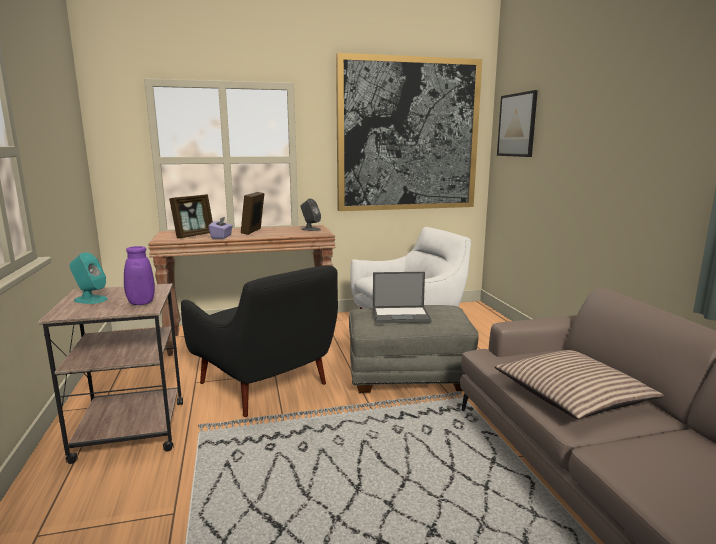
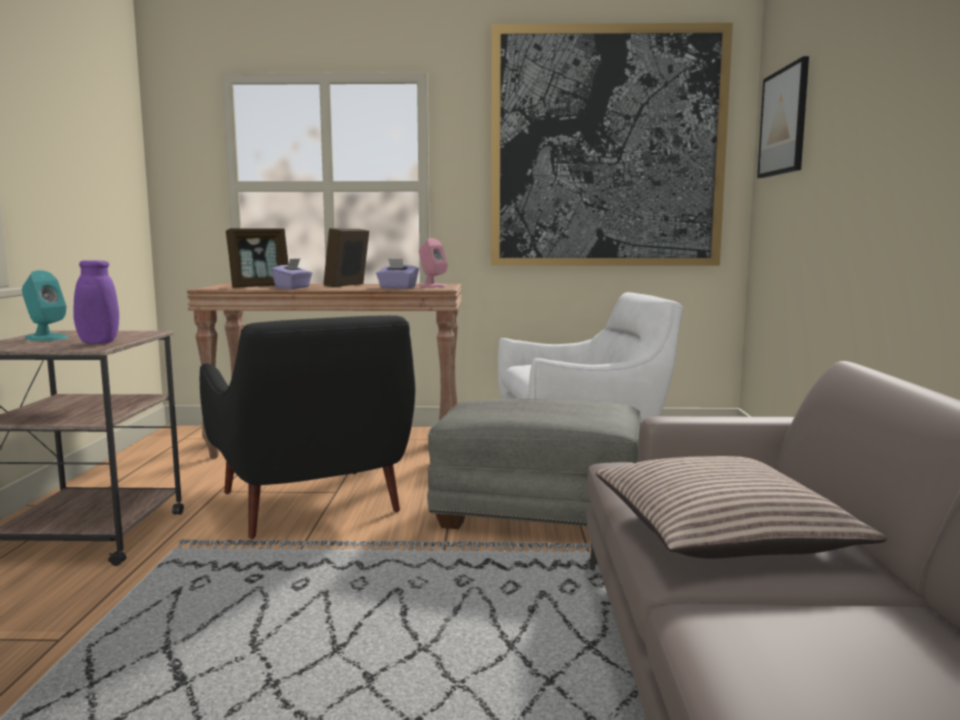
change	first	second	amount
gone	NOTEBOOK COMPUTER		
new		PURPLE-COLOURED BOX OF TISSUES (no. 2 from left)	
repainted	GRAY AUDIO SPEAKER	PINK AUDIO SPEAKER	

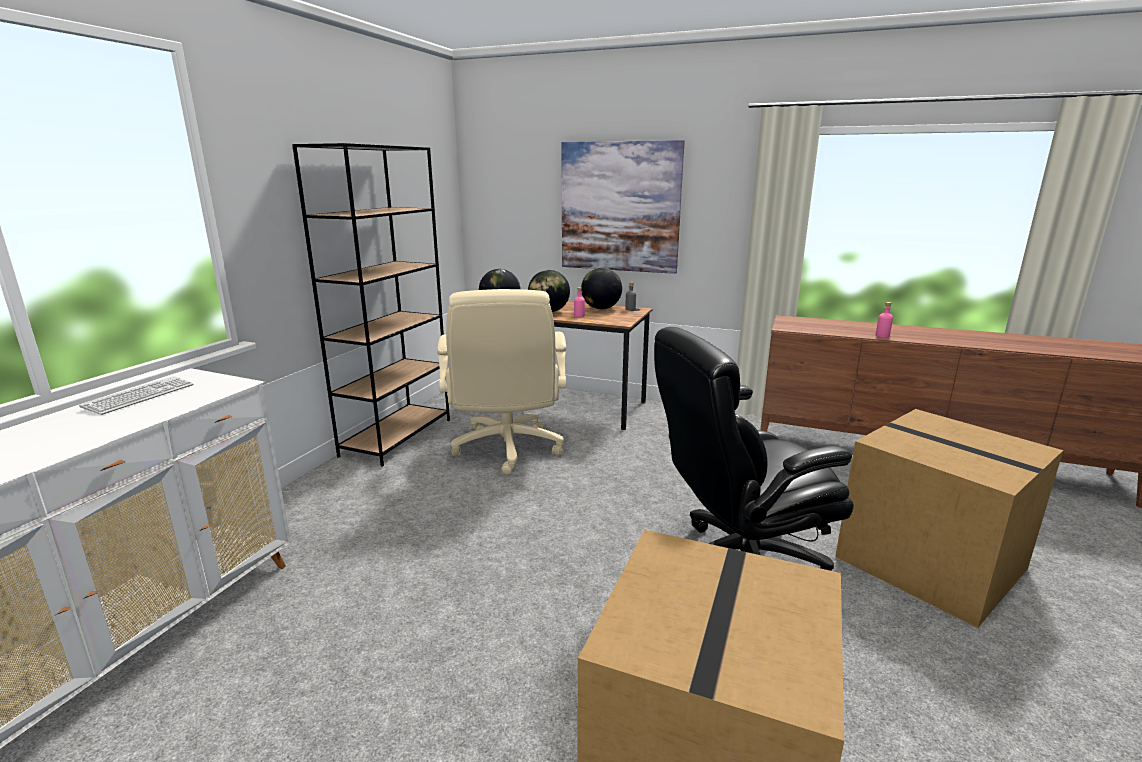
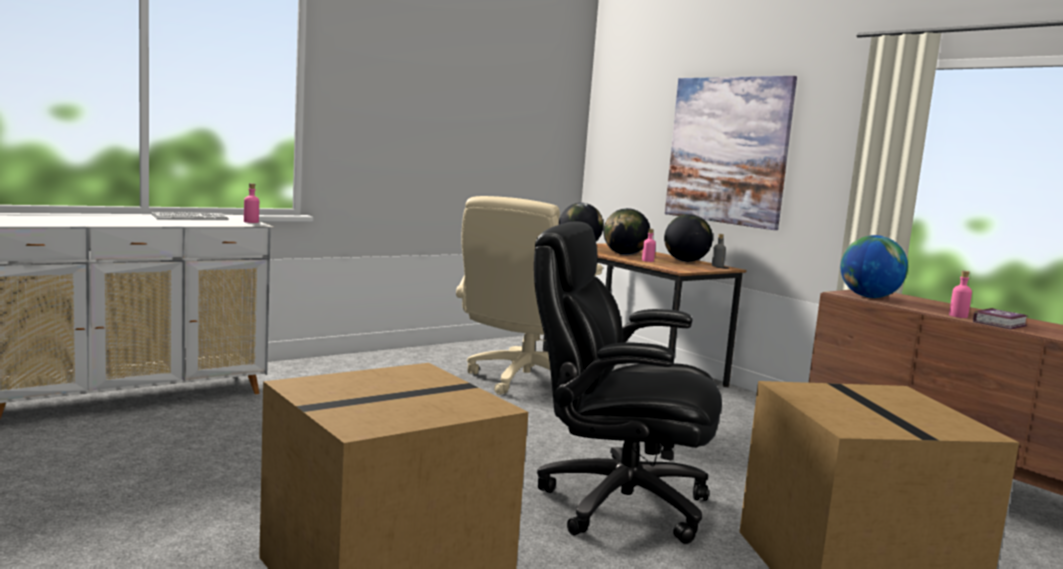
change	first	second	amount
gone	SAND-COLOURED SHELVING UNIT		
new		PINK BEVERAGE BOTTLE (no. 1 from left)	
new		WORLD GLOBE (no. 4 from left)	
new		VOLUME	

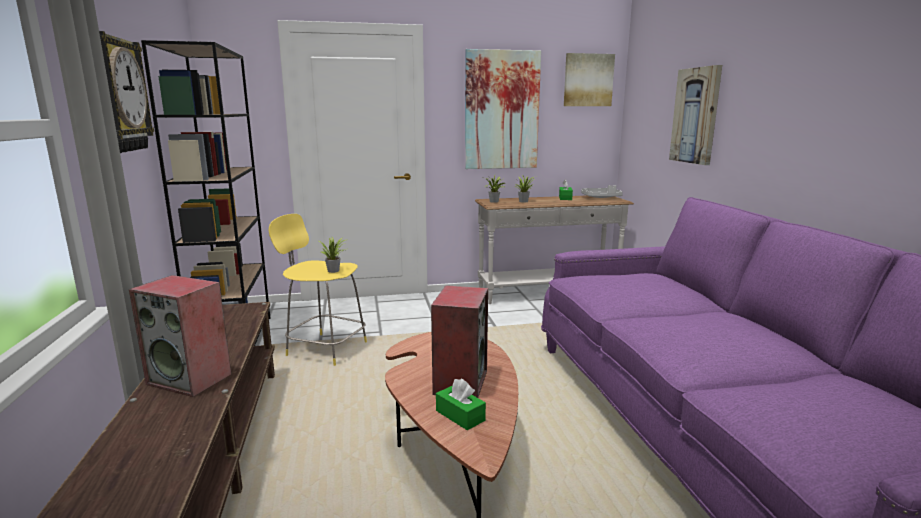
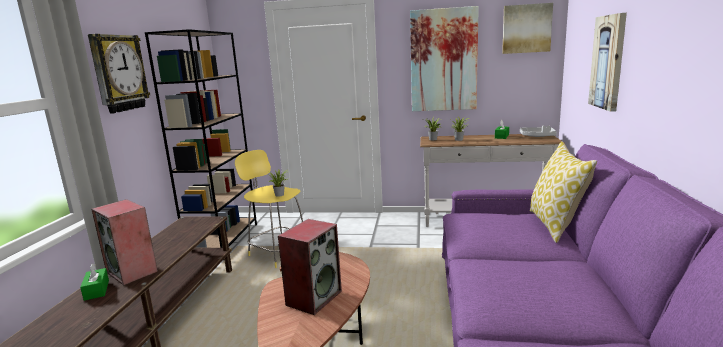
change	first	second	amount
new		CUSHION	
shifted	GREEN BOX OF TISSUES (no. 1 from left)		

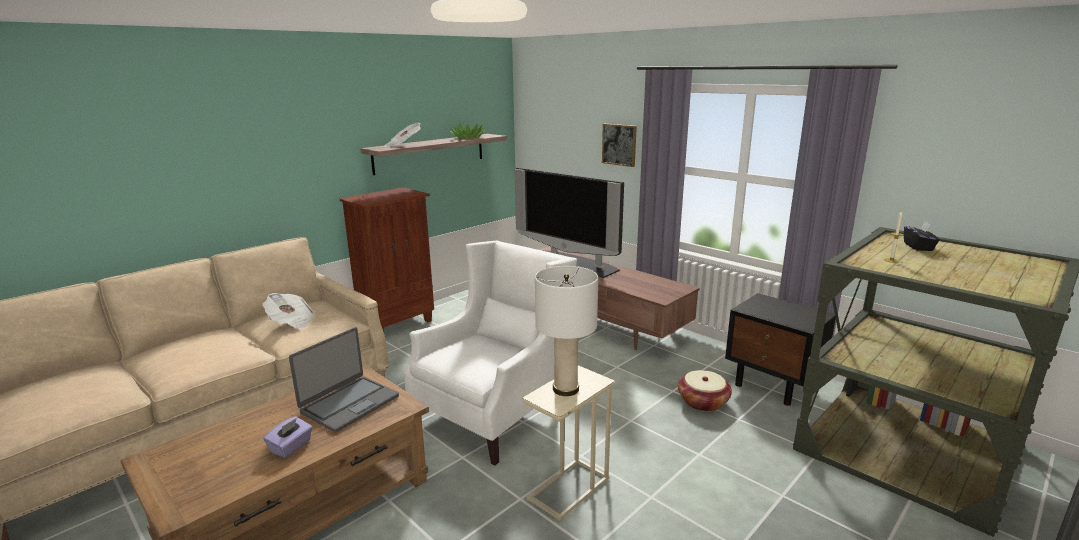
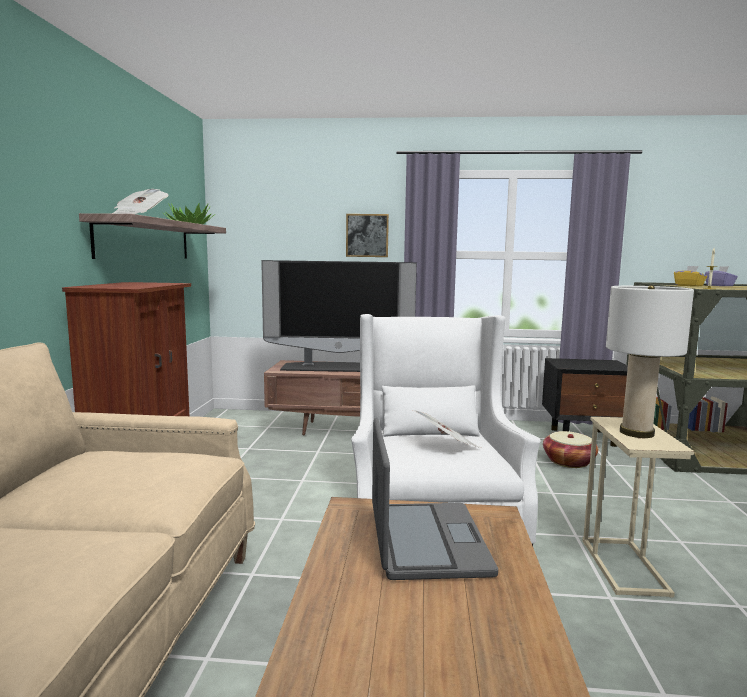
change	first	second	amount
shifted	PRINTED PAPER (no. 1 from left in the first image)	PRINTED PAPER (no. 2 from left)	
shifted	PURPLE-COLOURED BOX OF TISSUES		
repainted	BLACK BOX OF TISSUES	YELLOW BOX OF TISSUES	

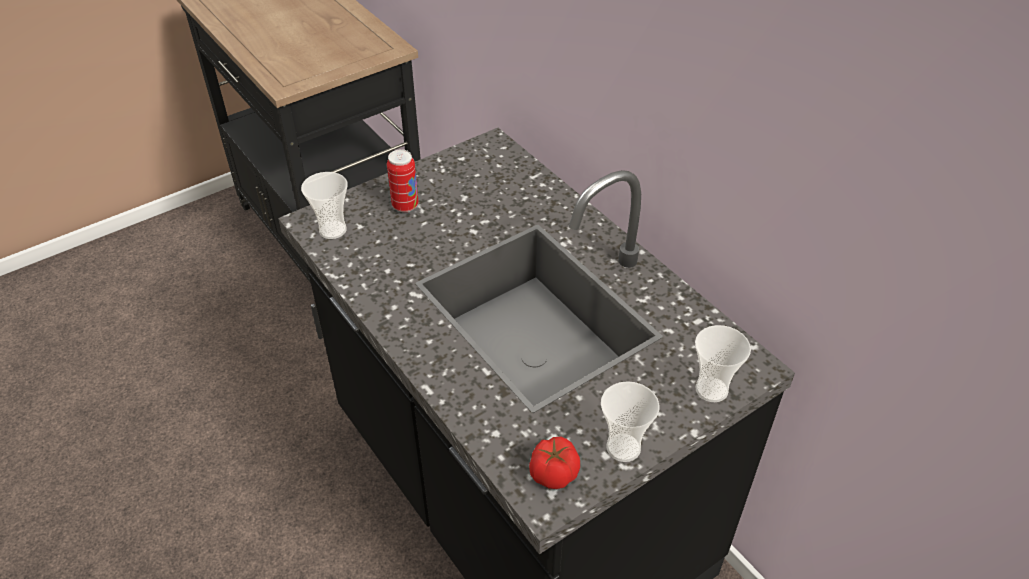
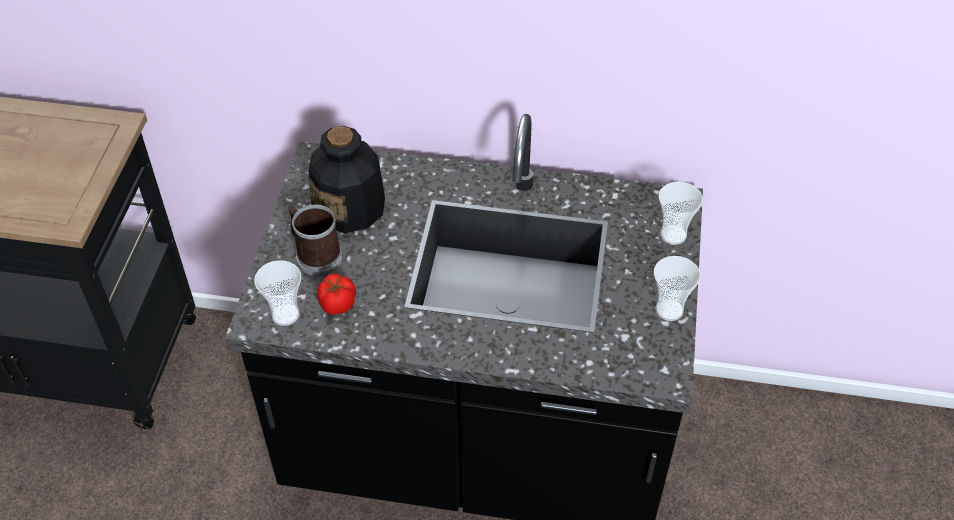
change	first	second	amount
new		BEVERAGE BOTTLE	
shifted	WHOLE TOMATO		
swapped	CAN	COFFEE MUG	

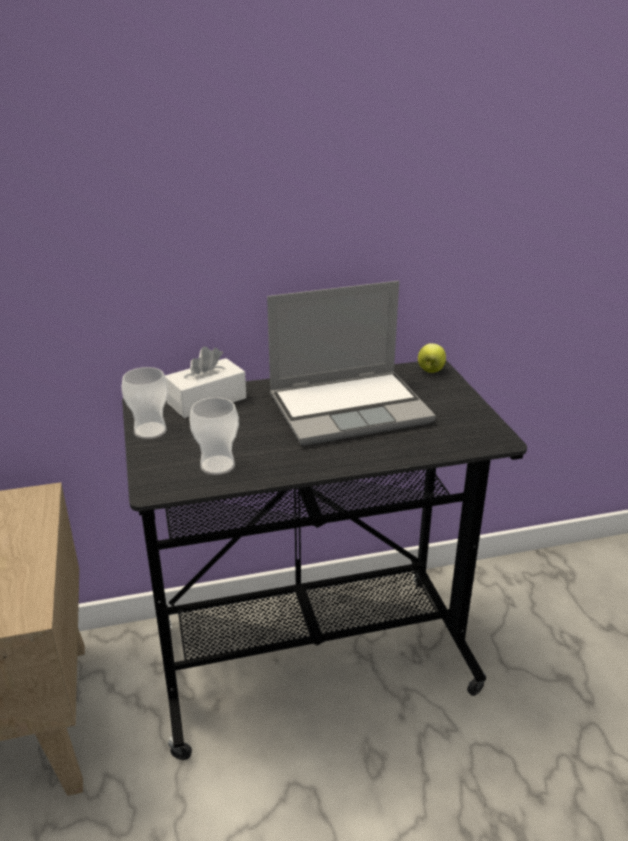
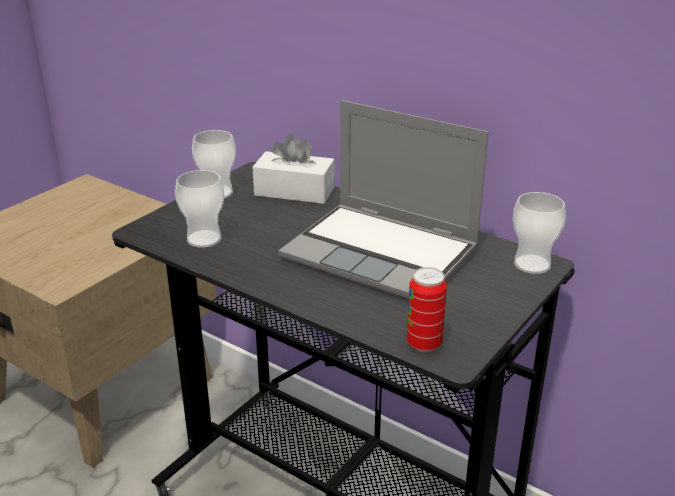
change	first	second	amount
new		CAN	
swapped	APPLE FRUIT	SMALL CUP (no. 3 from left)	

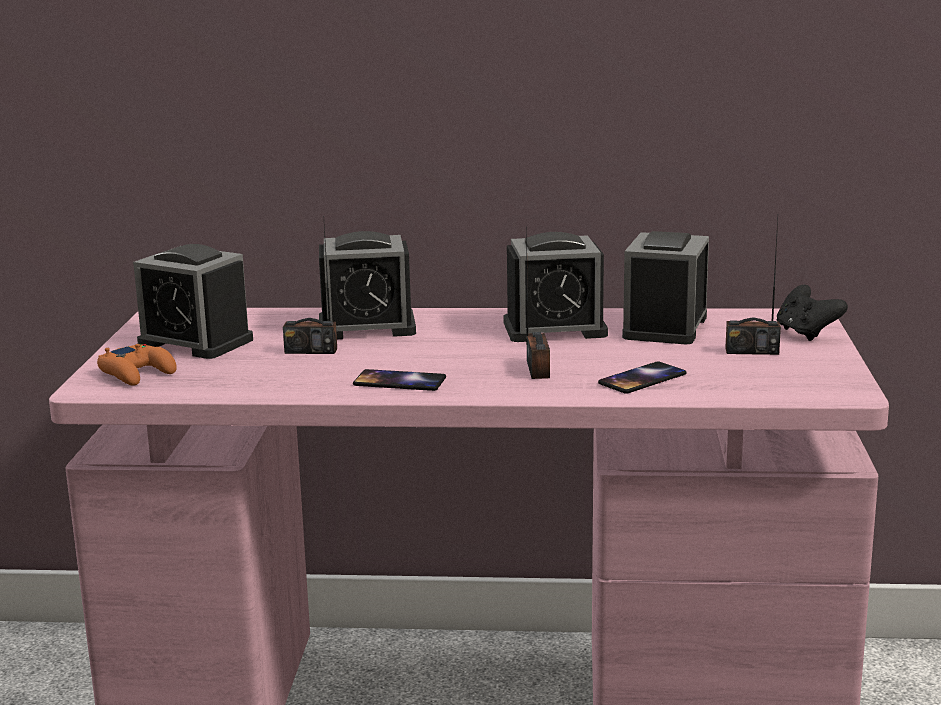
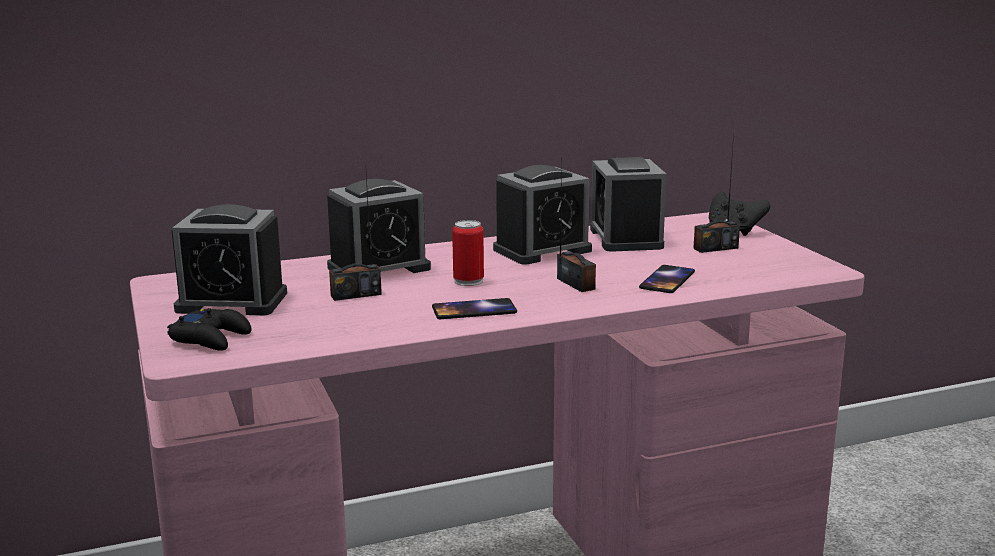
change	first	second	amount
new		CAN	
repainted	ORANGE-COLOURED JOYPAD	BLACK JOYPAD (no. 1 from left)	

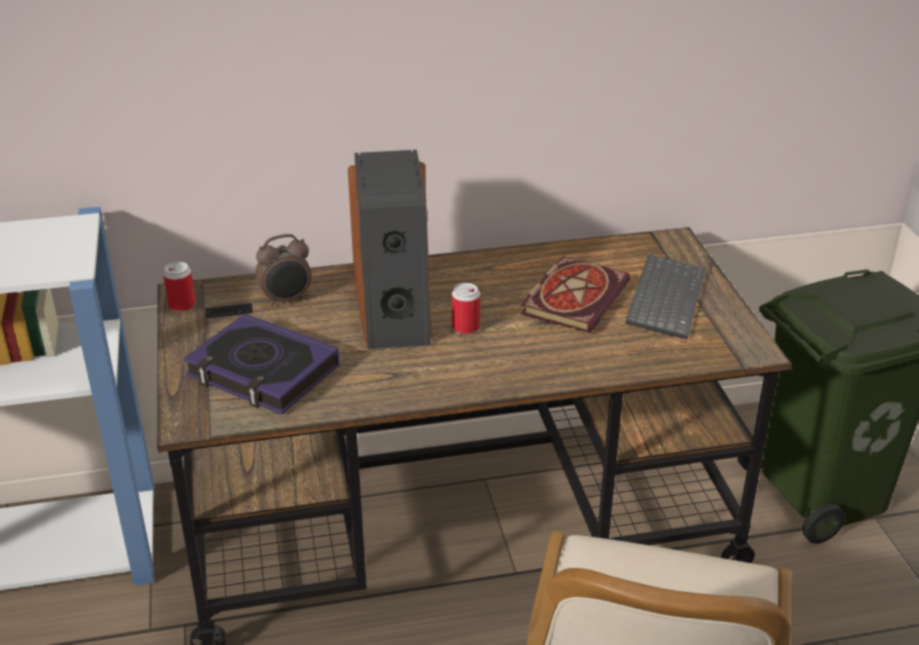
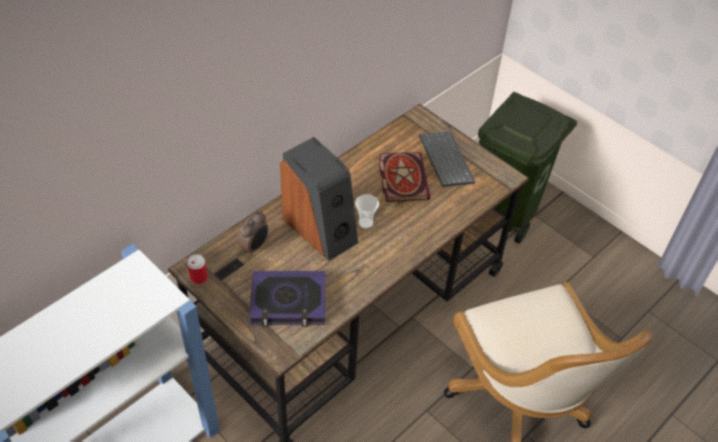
change	first	second	amount
swapped	CAN (no. 2 from left)	SMALL CUP	

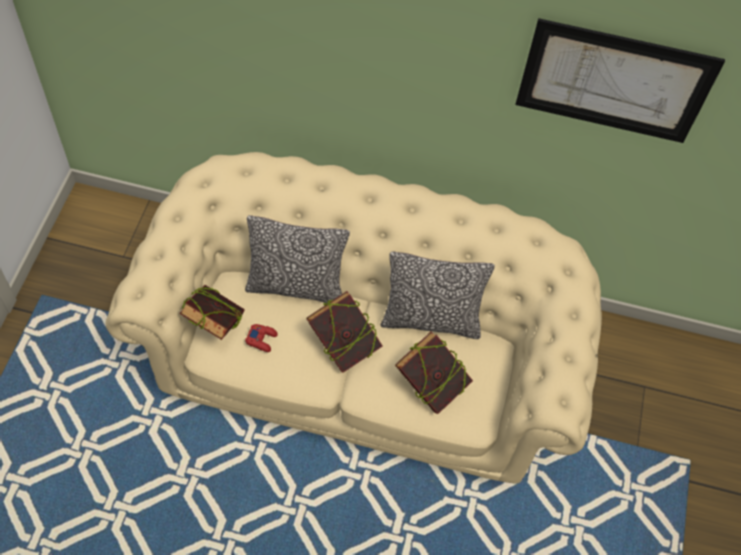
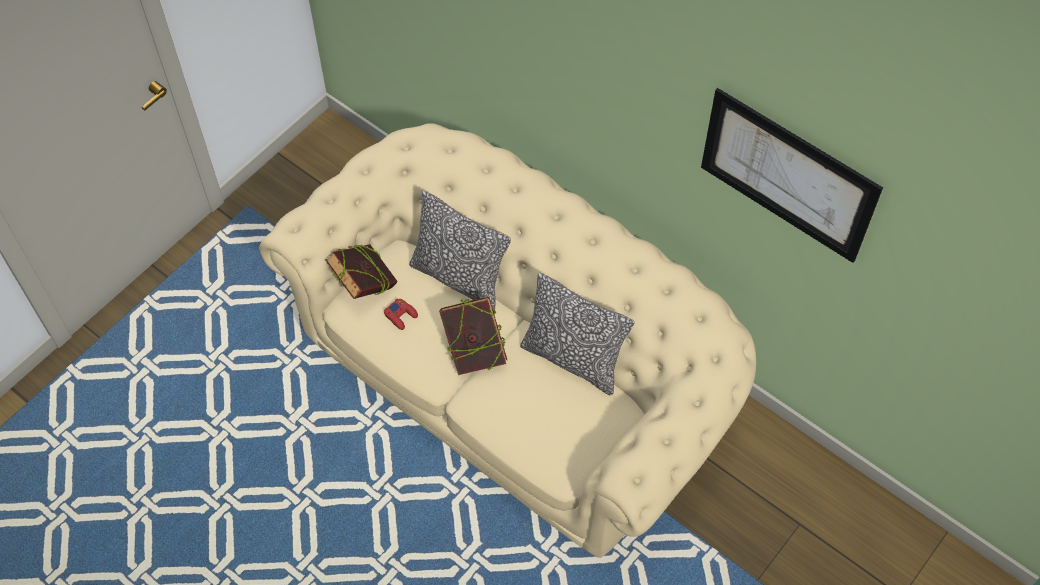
change	first	second	amount
gone	VOLUME (no. 3 from left)		

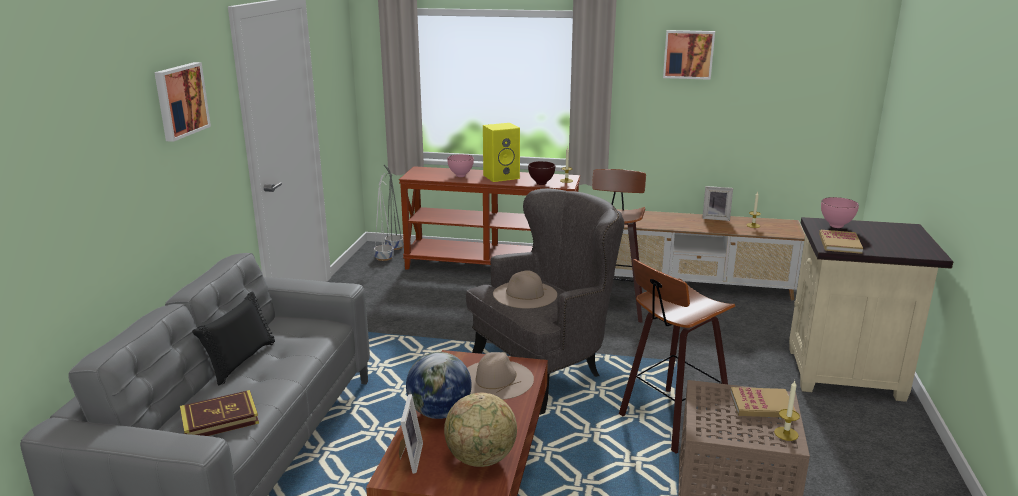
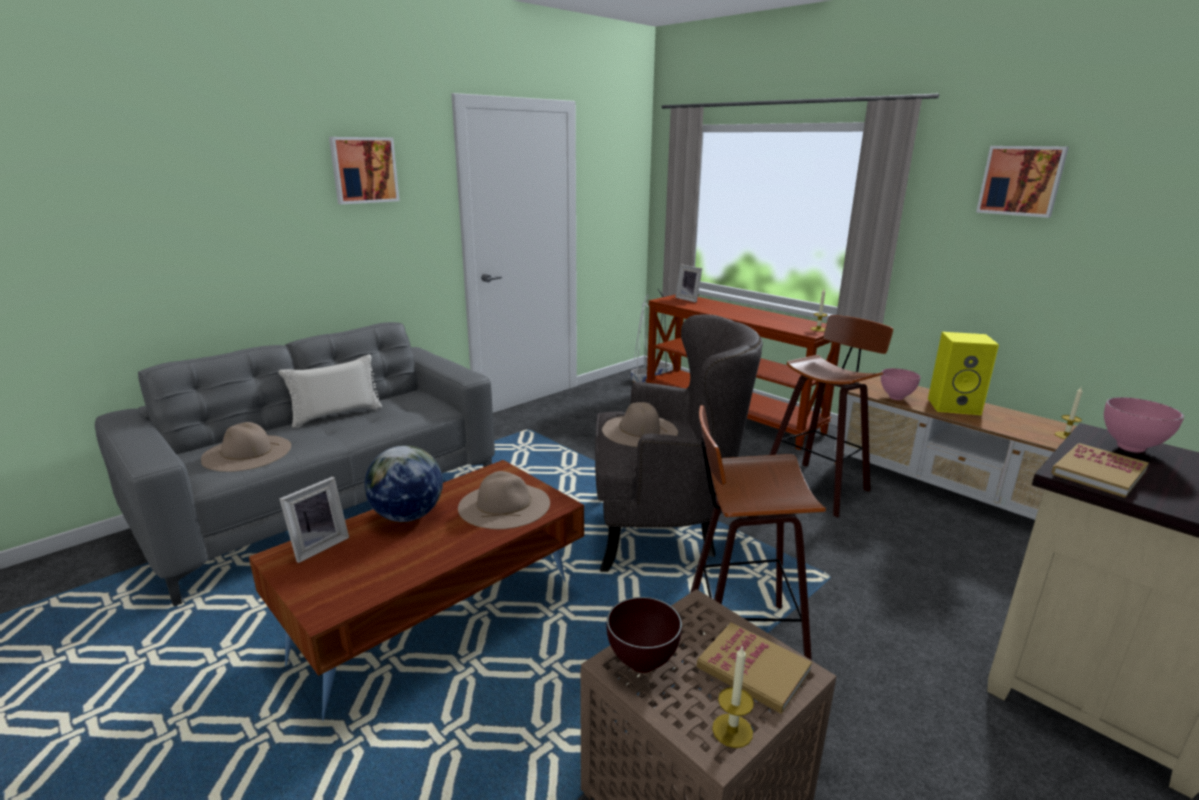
change	first	second	amount
gone	WORLD GLOBE (no. 2 from left)		
shifted	PINK BOWL (no. 1 from left)		
shifted	YELLOW AUDIO SPEAKER		
shifted	BROWNISH BOWL		
shifted	PICTURE FRAME (no. 2 from left)		
swapped	VOLUME (no. 1 from left)	SAND-COLOURED CLOTHING HAT (no. 1 from left)	
repainted	BLACK CUSHION	WHITE-COLOURED CUSHION	

